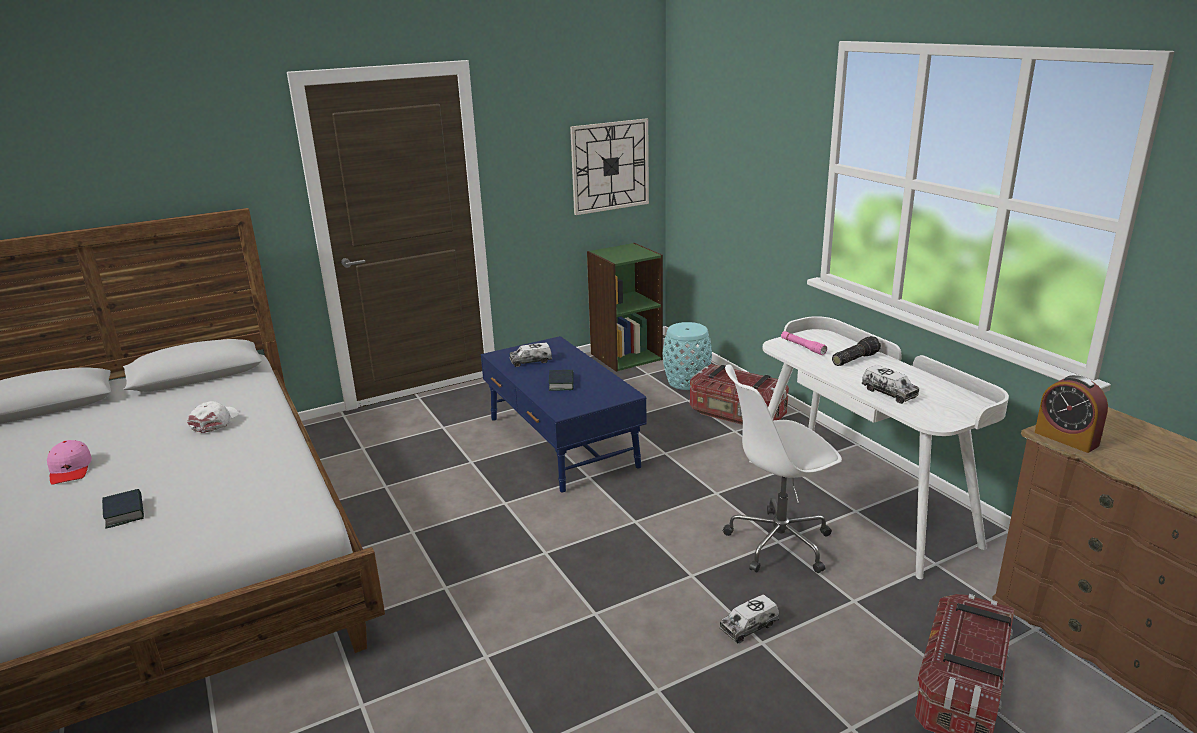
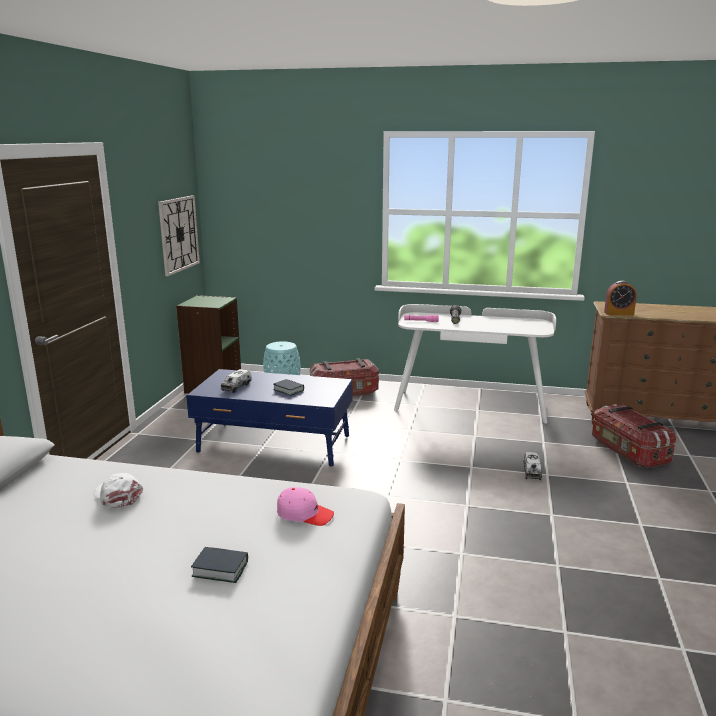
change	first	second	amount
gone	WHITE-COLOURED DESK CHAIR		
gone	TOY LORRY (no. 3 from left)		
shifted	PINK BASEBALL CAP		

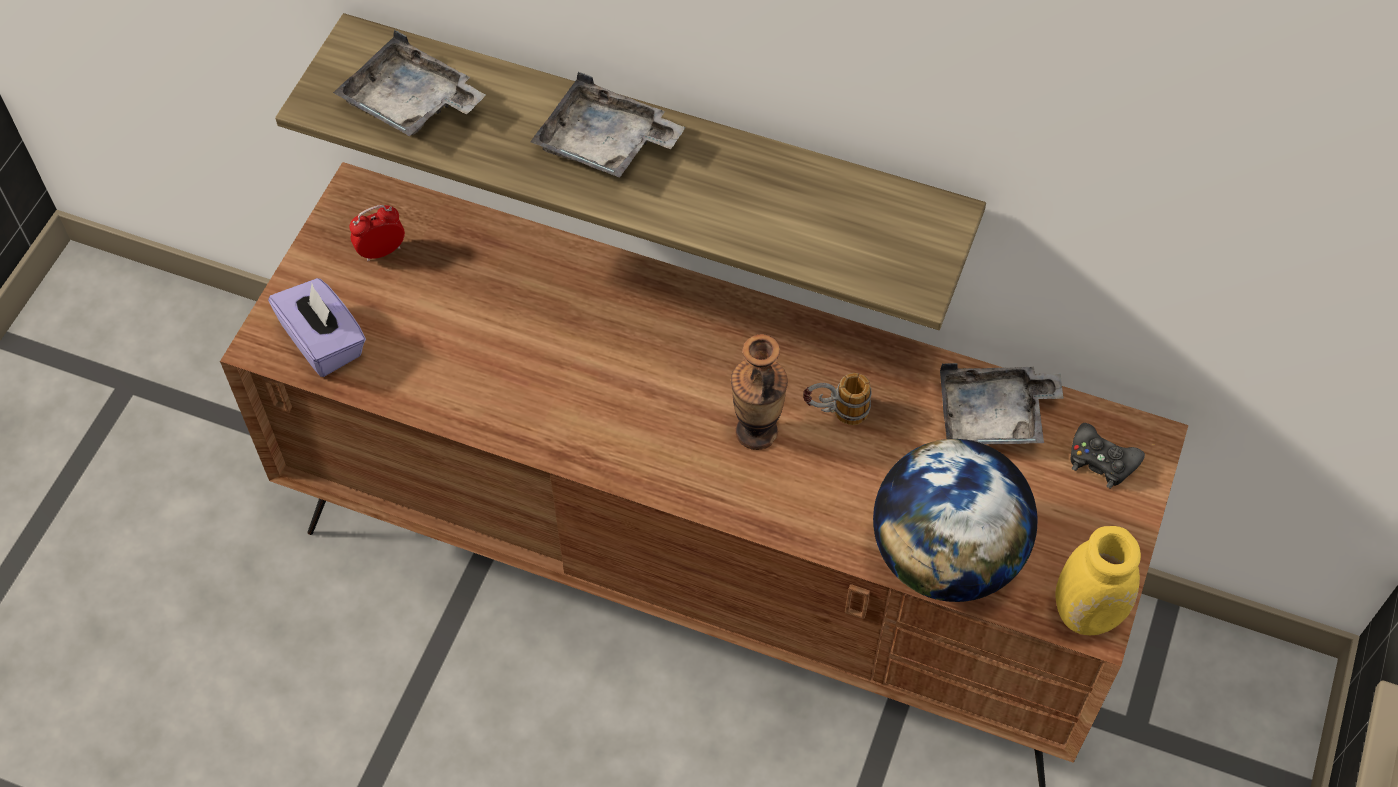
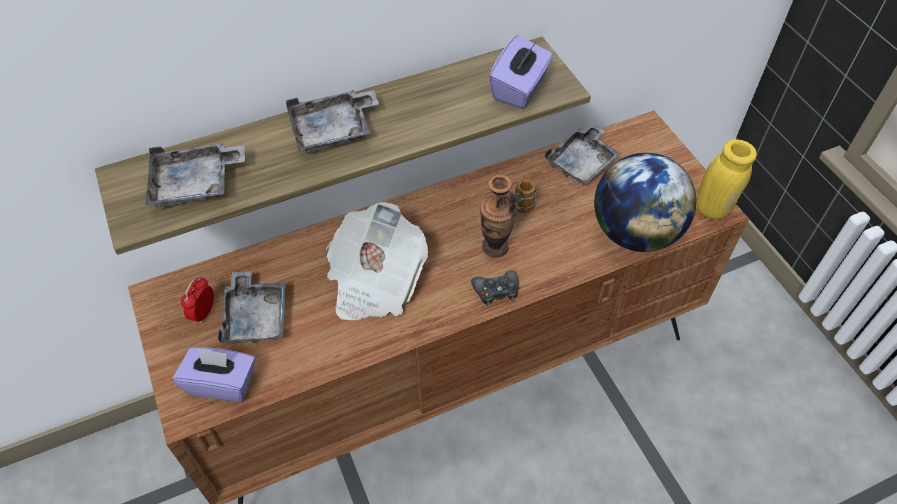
change	first	second	amount
new		GRAY TRAY (no. 2 from left)	
new		PRINTED PAPER	
new		PURPLE-COLOURED BOX OF TISSUES (no. 2 from left)	
shifted	BLACK JOYPAD		

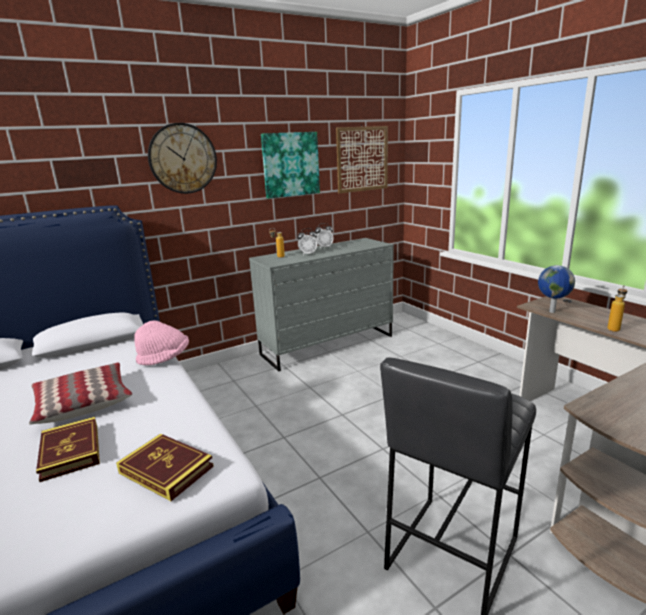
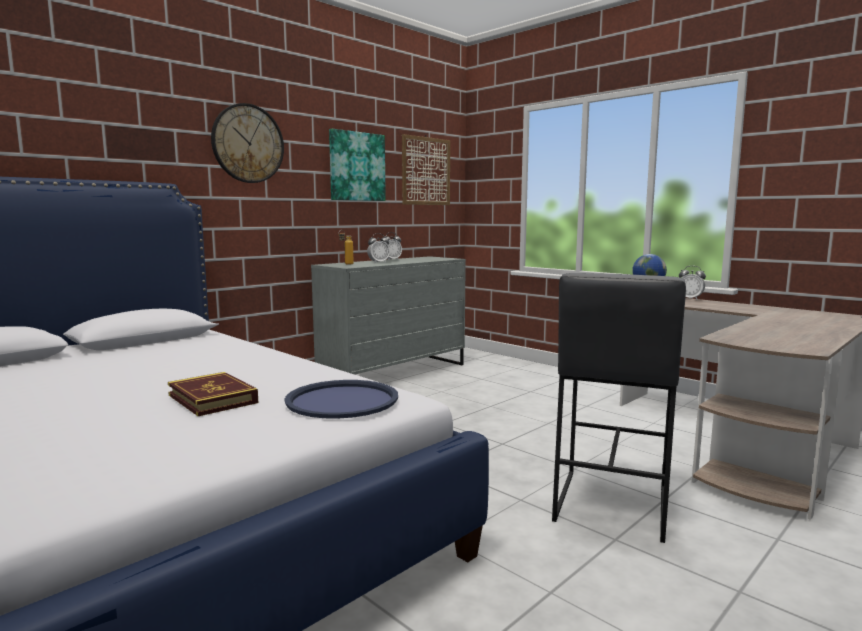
change	first	second	amount
gone	CUSHION		
gone	PINK CLOTHING HAT		
gone	BEVERAGE BOTTLE (no. 2 from left)		
new		TABLE CLOCK (no. 3 from left)	
swapped	VOLUME (no. 2 from left)	BLUE-COLOURED TRAY	

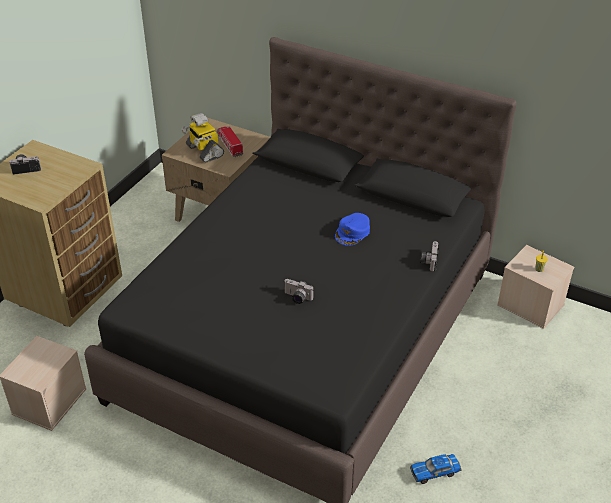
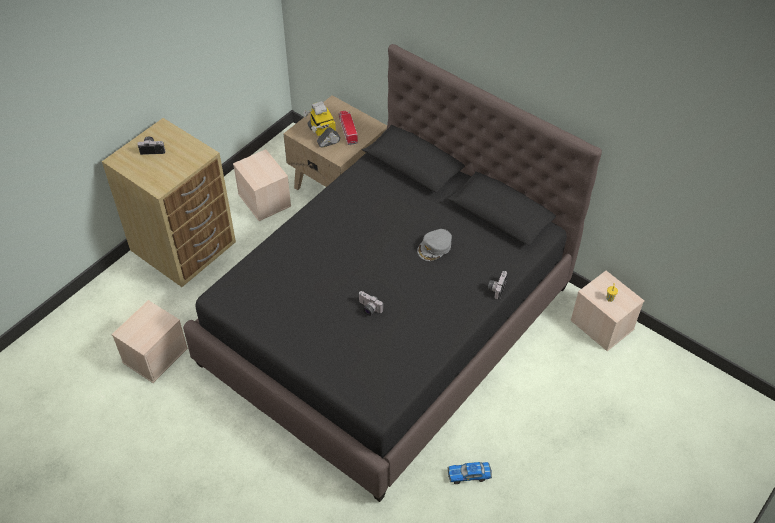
change	first	second	amount
new		SAND-COLOURED STORAGE CONTAINER (no. 2 from left)	
repainted	BLUE-COLOURED BASEBALL CAP	GRAY BASEBALL CAP	

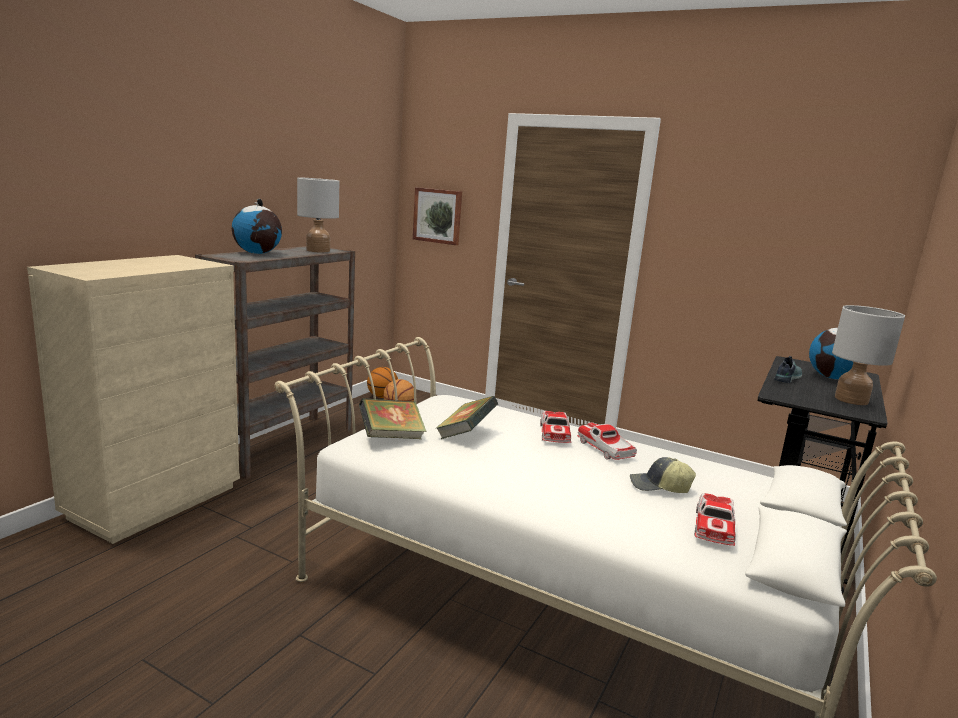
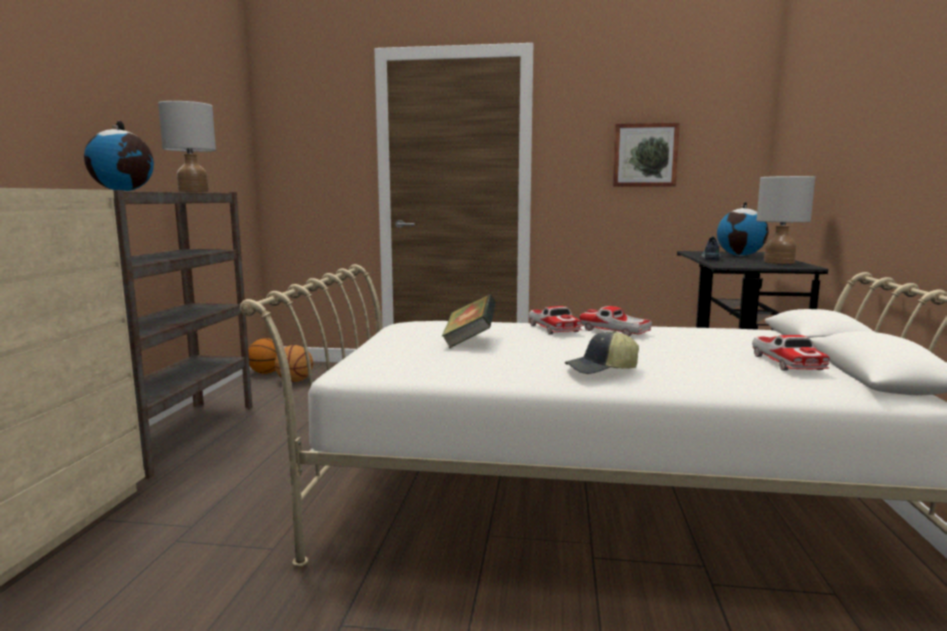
change	first	second	amount
gone	VOLUME (no. 1 from left)		
shifted	PICTURE		
shifted	BASEBALL CAP		

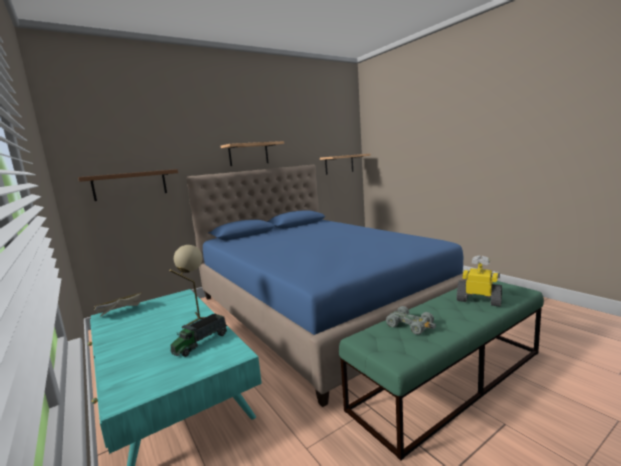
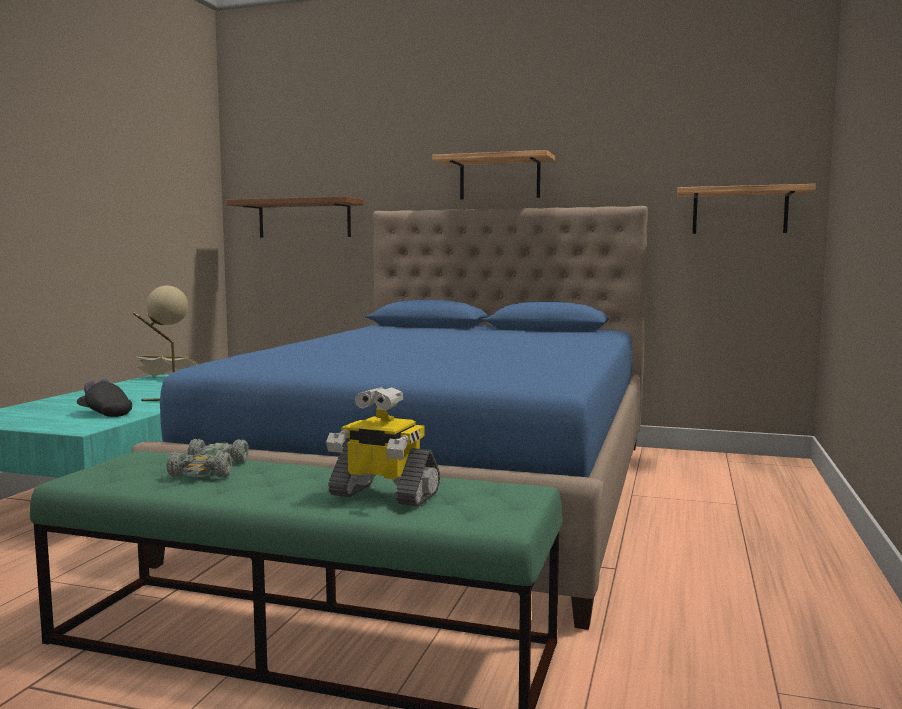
change	first	second	amount
swapped	TOY LORRY	BLACK BASEBALL CAP	
rotated	TOY ROBOT		120 degrees clockwise

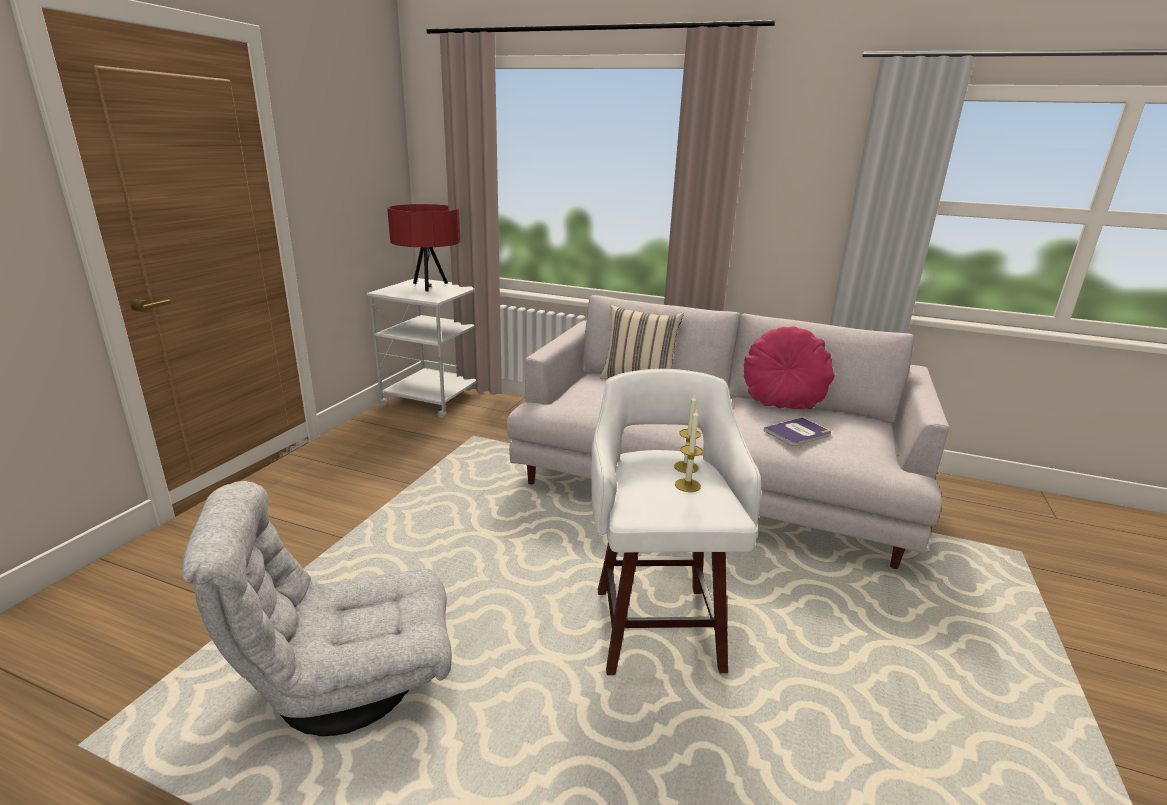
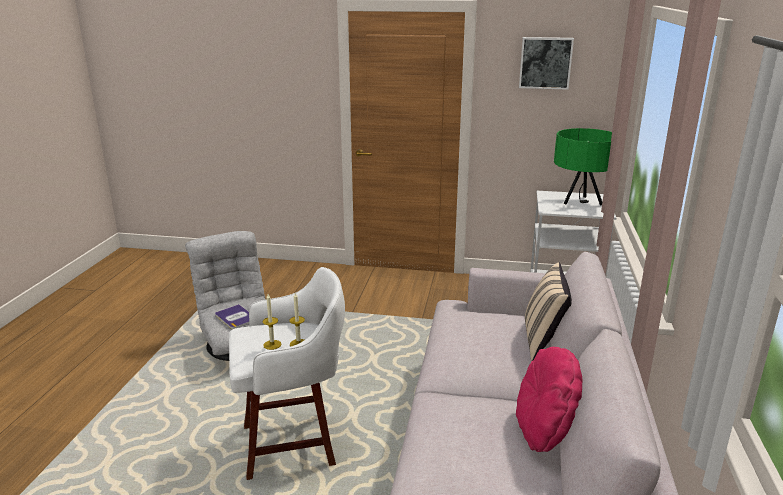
change	first	second	amount
new		PICTURE	
shifted	VOLUME		
repainted	REDDISH LAMP FOR A TABLE	GREEN LAMP FOR A TABLE	

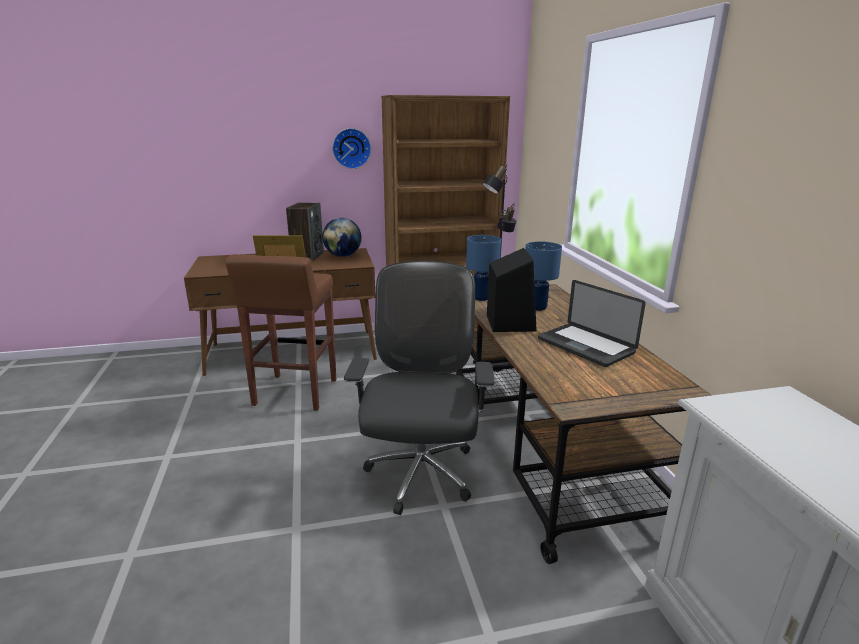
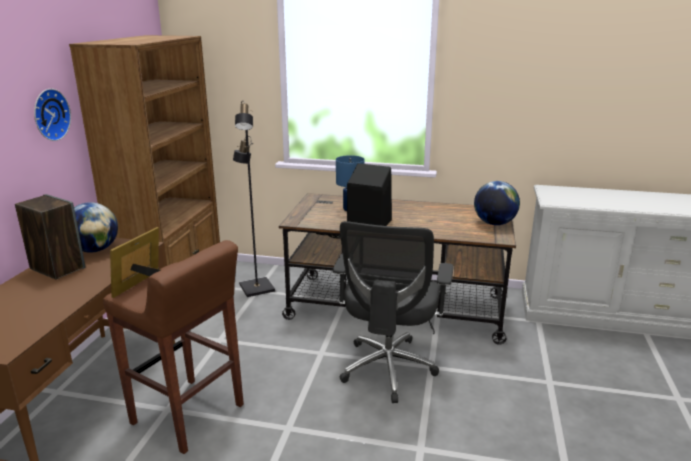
change	first	second	amount
gone	BLUE-COLOURED LAMP FOR A TABLE (no. 1 from left)		
gone	NOTEBOOK COMPUTER		
new		WORLD GLOBE (no. 2 from left)	
rotated	DESK CHAIR		105 degrees counterclockwise

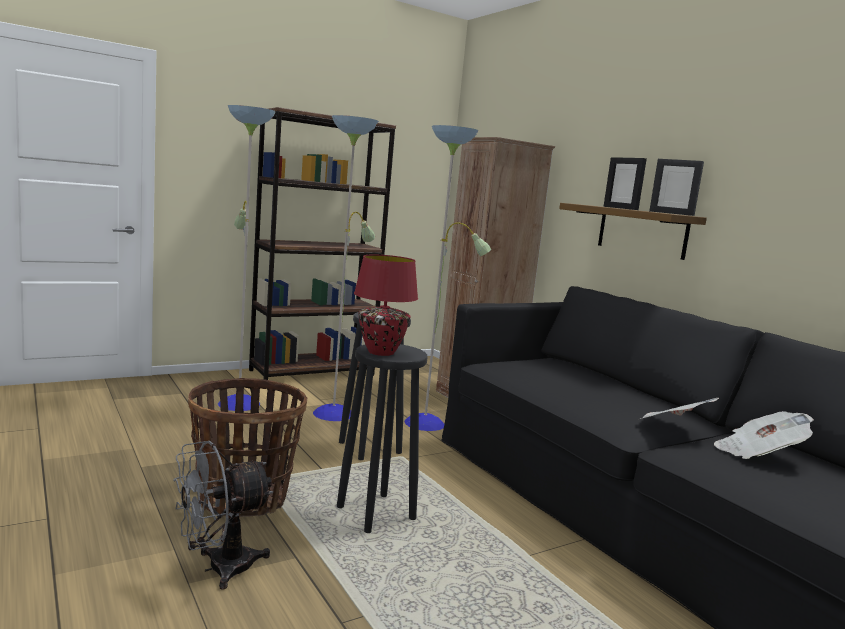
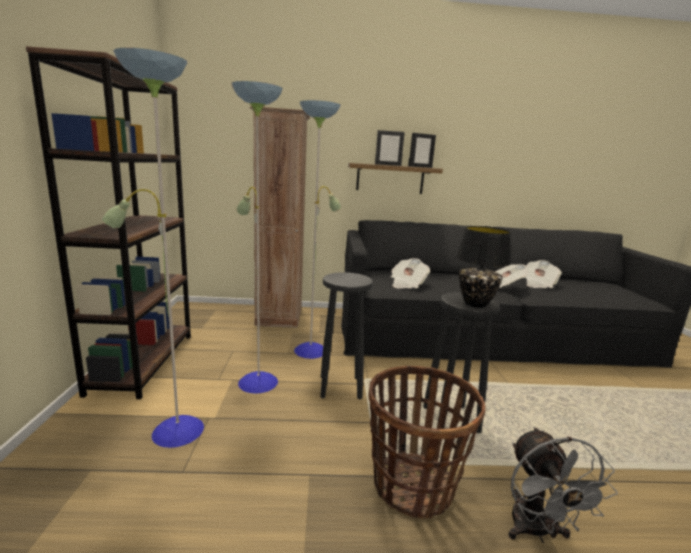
change	first	second	amount
new		PRINTED PAPER (no. 1 from left)	
repainted	REDDISH LAMP FOR A TABLE	BLACK LAMP FOR A TABLE	

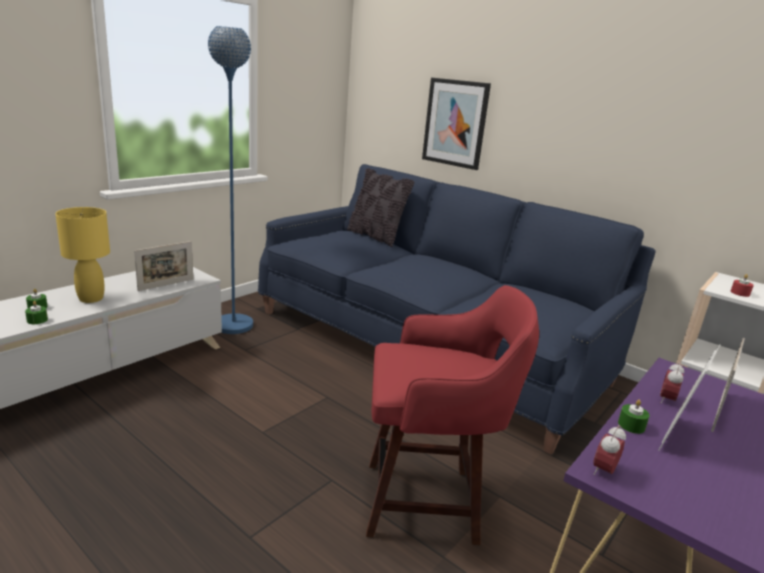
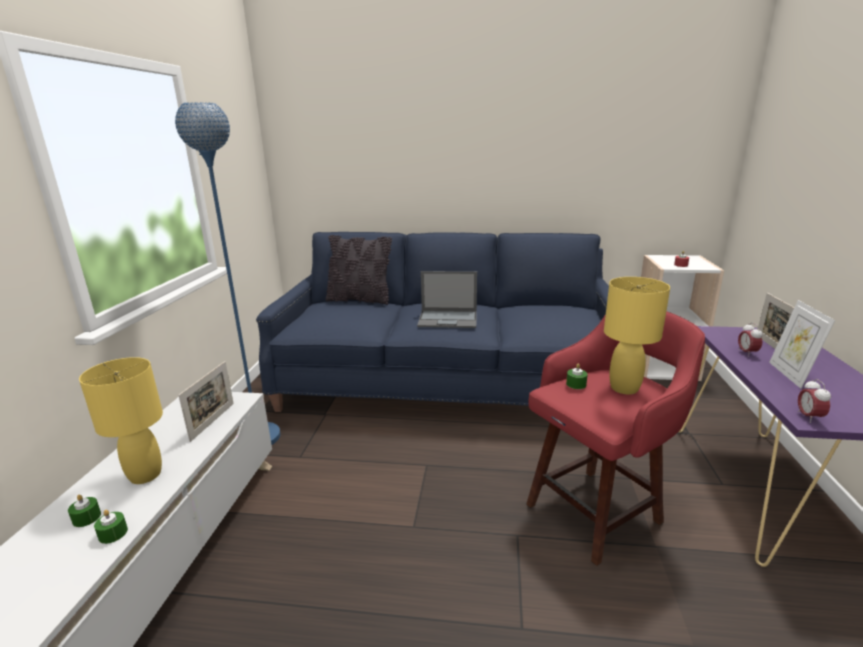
change	first	second	amount
gone	PICTURE		
new		NOTEBOOK COMPUTER	
new		YELLOW LAMP FOR A TABLE (no. 2 from left)	
shifted	GREEN CANDLE (no. 3 from left)		

